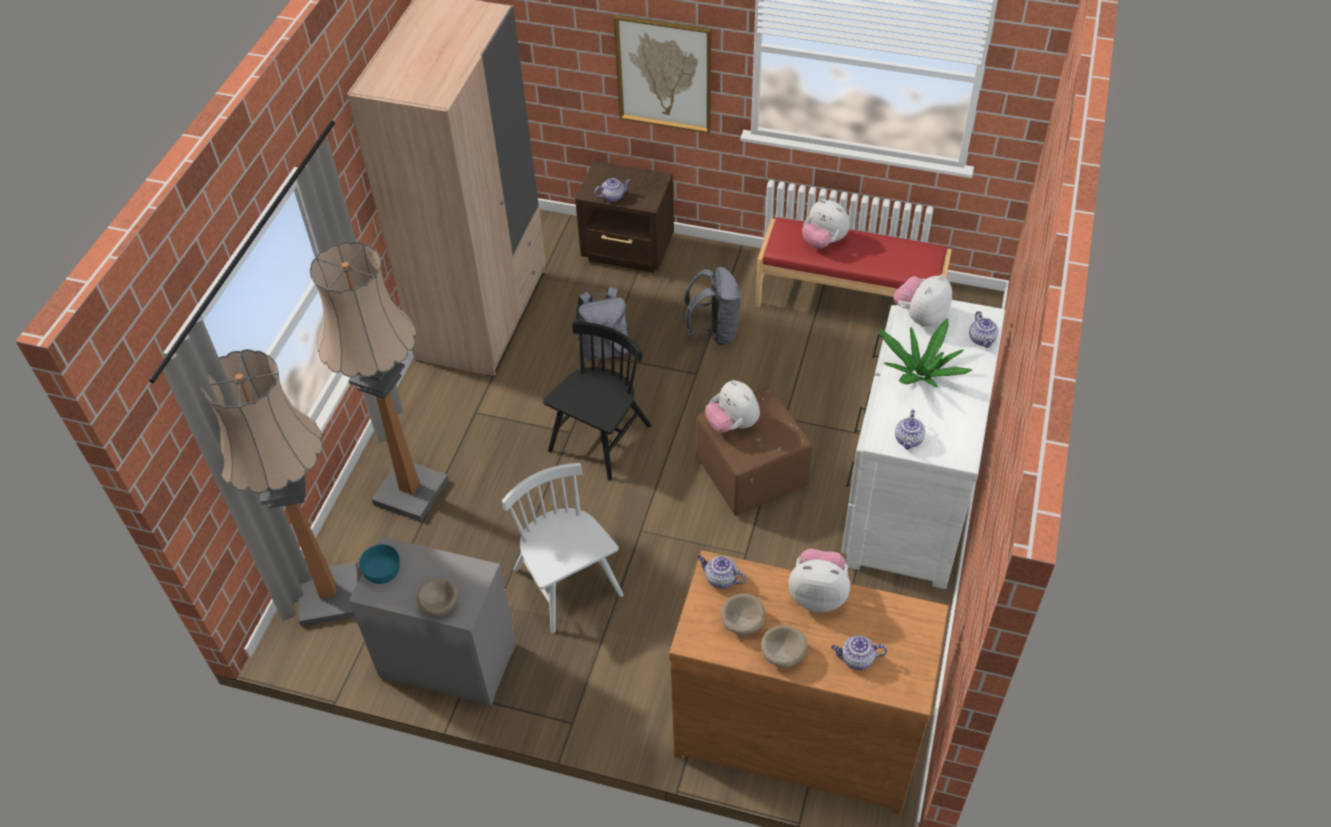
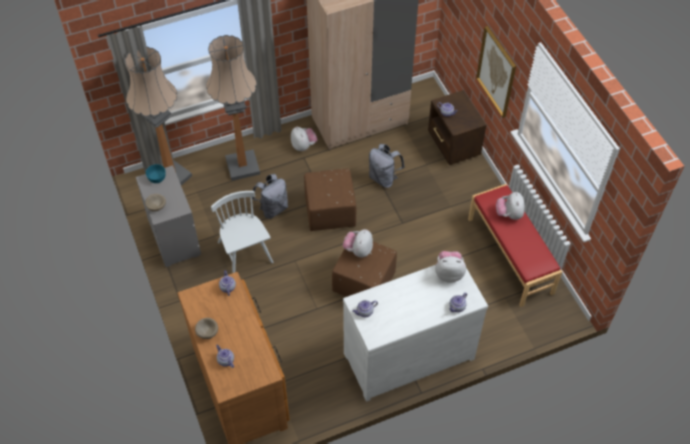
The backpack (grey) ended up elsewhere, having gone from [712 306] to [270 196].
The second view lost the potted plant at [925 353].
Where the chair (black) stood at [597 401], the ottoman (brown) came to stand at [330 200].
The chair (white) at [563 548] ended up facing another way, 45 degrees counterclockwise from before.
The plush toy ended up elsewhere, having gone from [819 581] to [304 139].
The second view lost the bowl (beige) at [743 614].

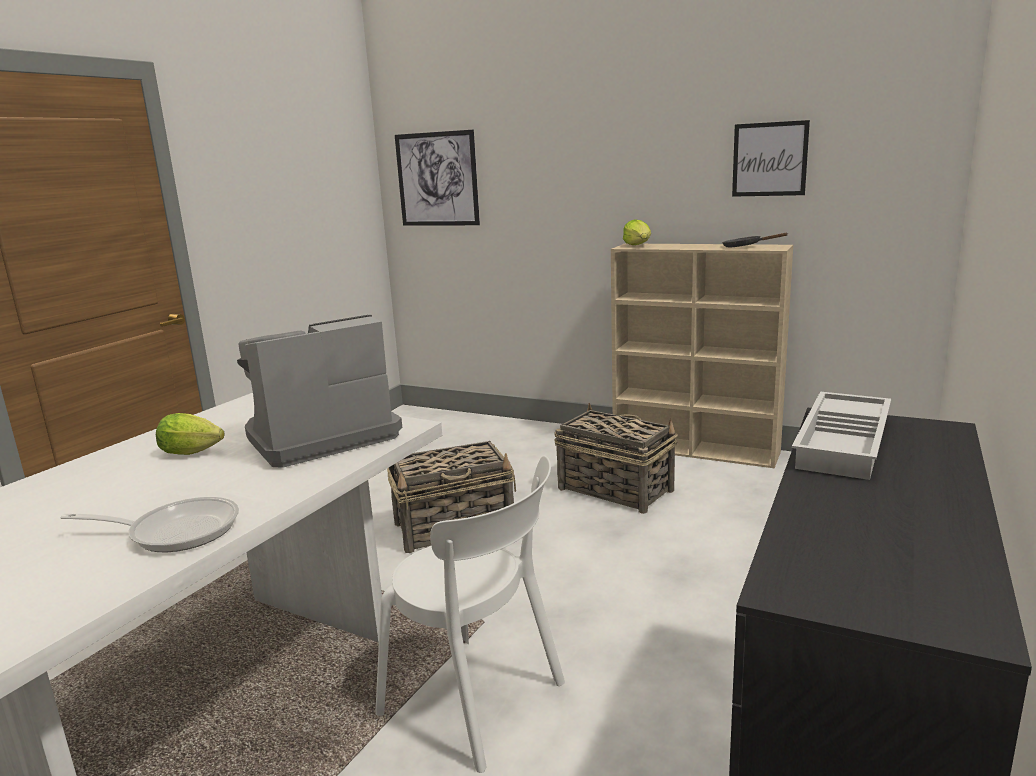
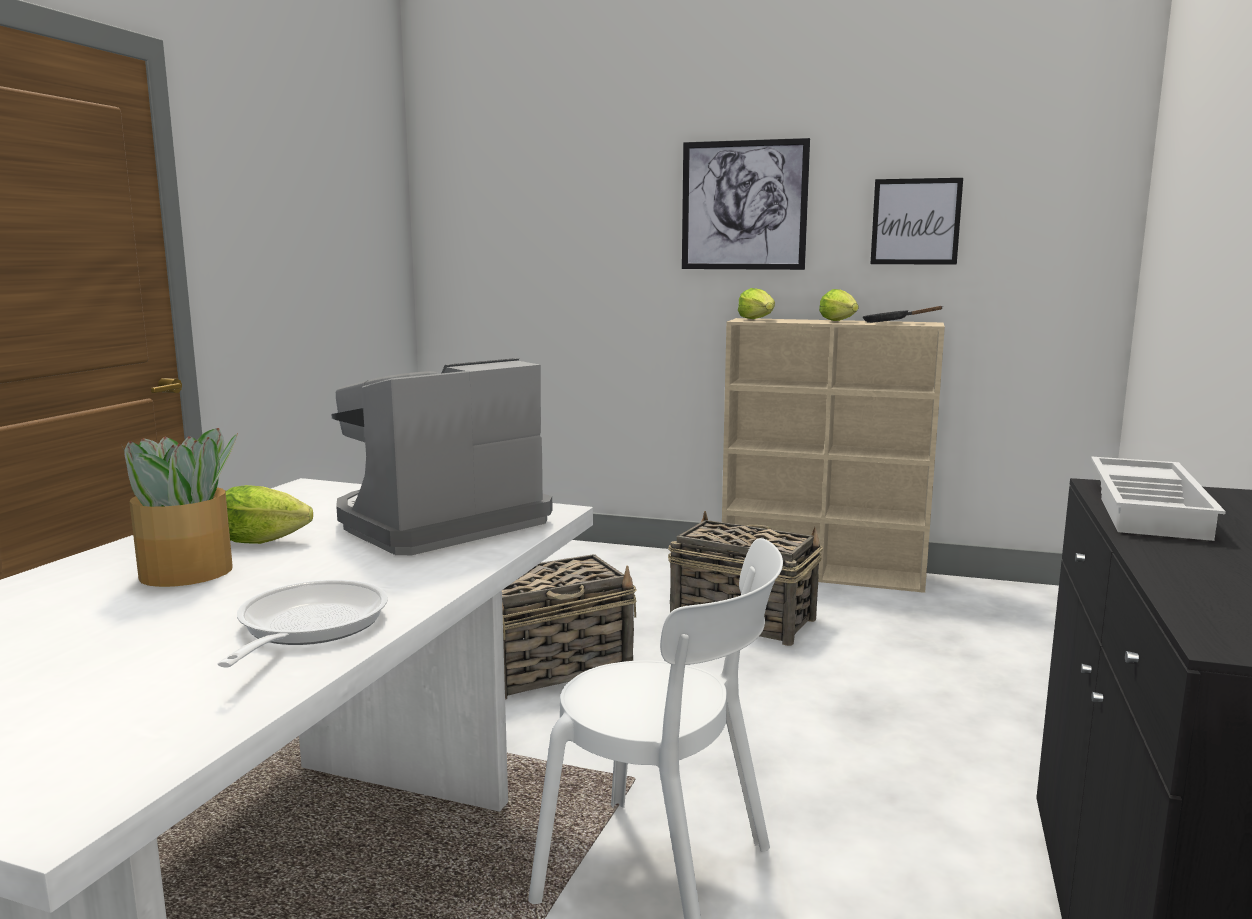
The picture ended up elsewhere, having gone from [437 178] to [746 204].
The frying pan at [149 524] ended up facing another way, 75 degrees counterclockwise from before.
The second view gained the lettuce at [839 305].
The second view gained the potted plant at [180 507].

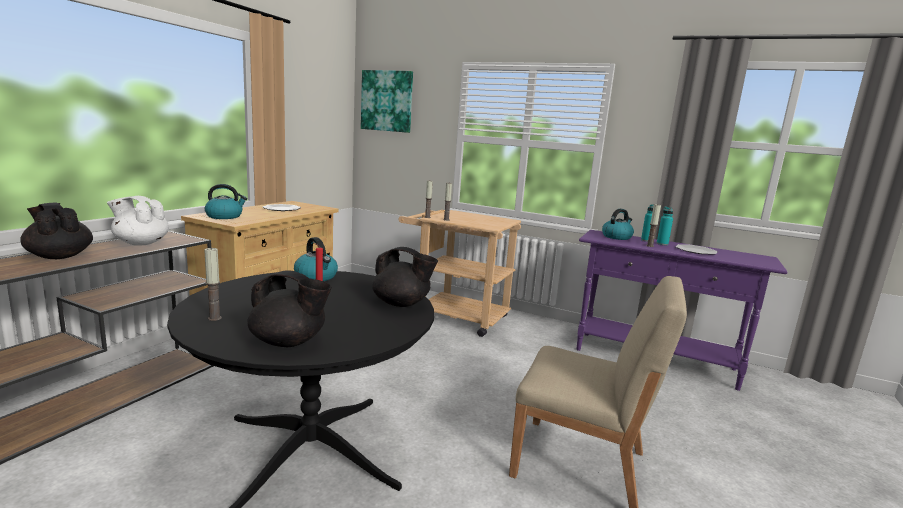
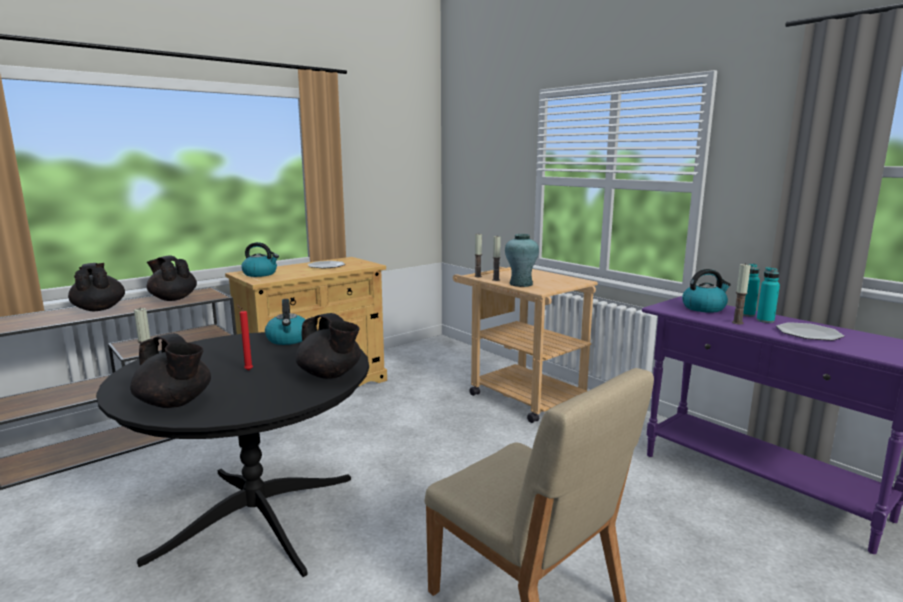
The second view lost the picture at [387 101].
What was the teapot (white) at [138 221] turned into the teapot (black) at [172 278].
The second view gained the vase (turquoise) at [522 260].

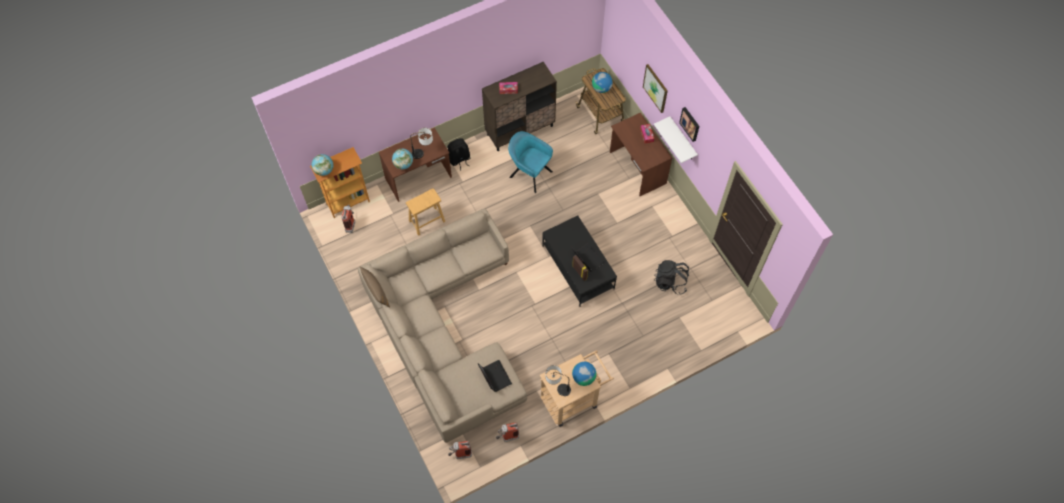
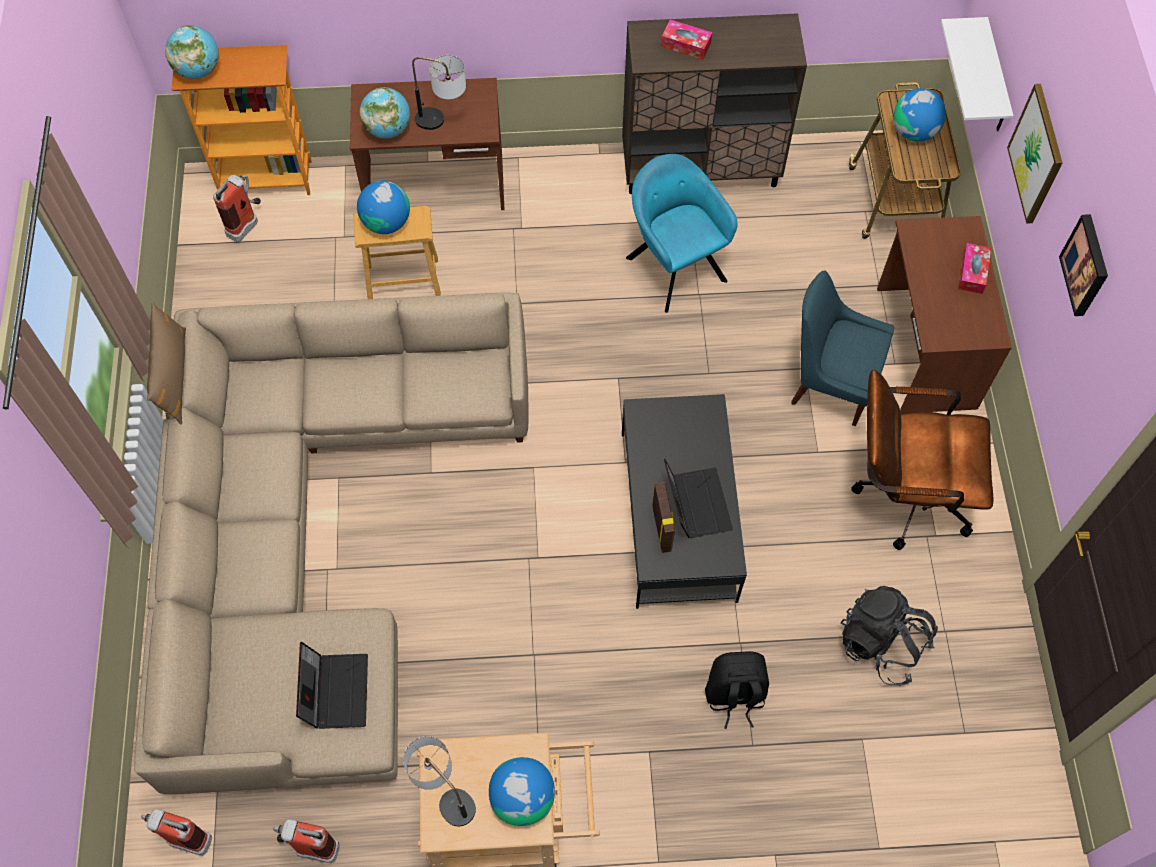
The shelf (white) ended up elsewhere, having gone from [676 139] to [977 74].
The backpack (black) ended up elsewhere, having gone from [459 154] to [737 690].
The second view gained the globe at [383 207].
The second view gained the chair (blue) at [842 348].
The second view gained the office chair (brown) at [922 460].

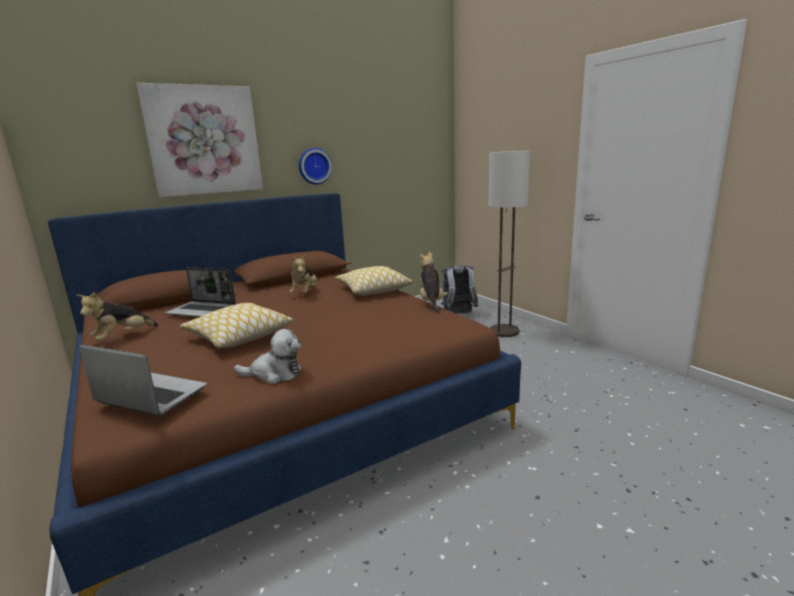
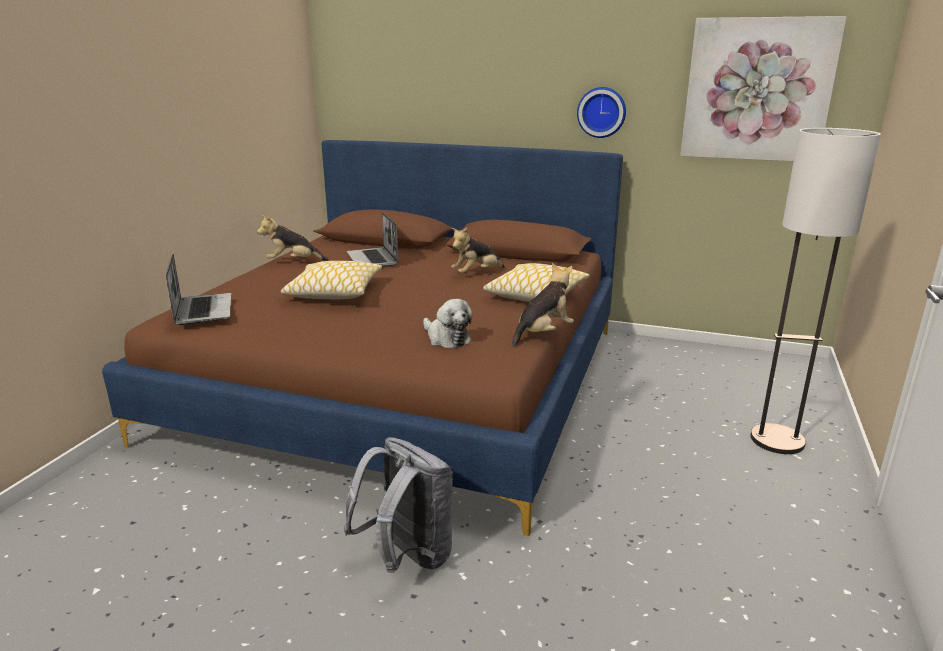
The picture ended up elsewhere, having gone from [199 140] to [763 88].
The backpack (grey) ended up elsewhere, having gone from [460 289] to [398 505].
The plush toy ended up elsewhere, having gone from [267 356] to [448 323].

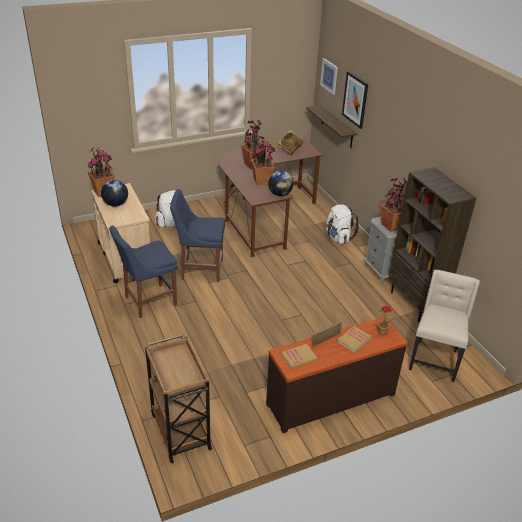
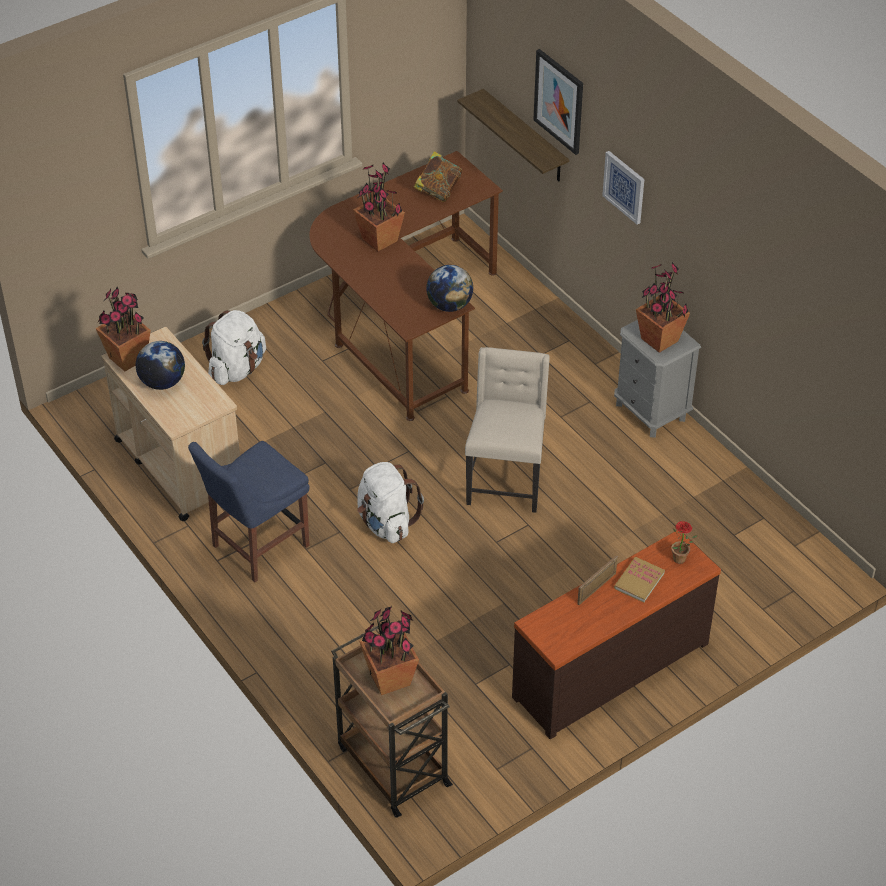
The picture ended up elsewhere, having gone from [329 76] to [623 188].
The potted plant ended up elsewhere, having gone from [263 161] to [389 650].
The second view lost the bookcase (brown) at [433 244].
The second view lost the chair (blue) at [197 235].
The backpack (white) ended up elsewhere, having gone from [342 224] to [390 502].
The chair (beige) ended up elsewhere, having gone from [444 326] to [507 430].
The second view lost the book at [299 356].

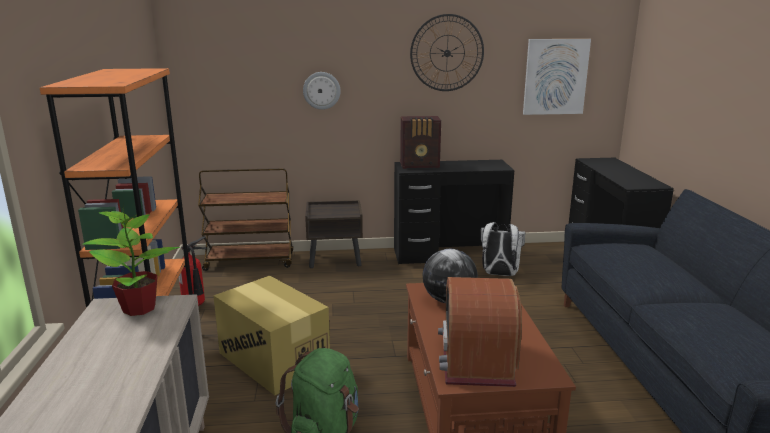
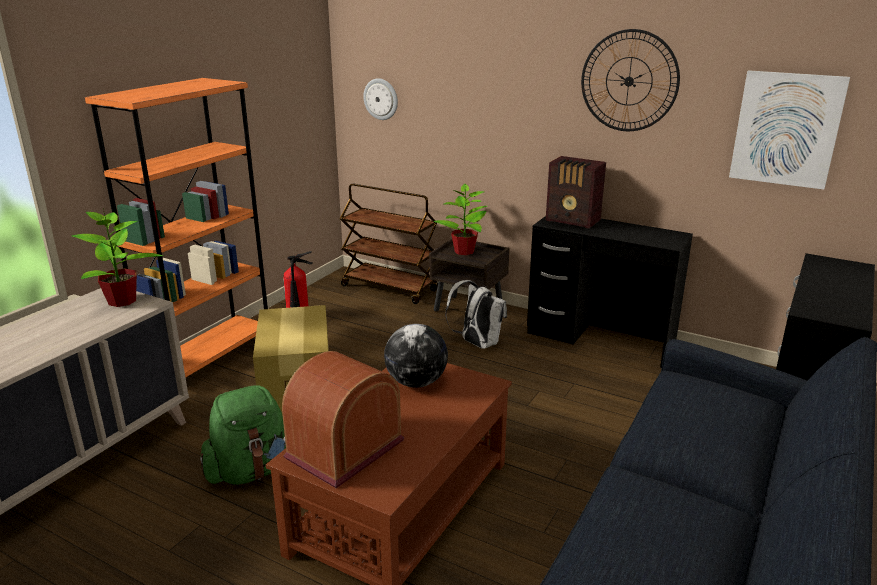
The wall clock ended up elsewhere, having gone from [322 91] to [380 99].
The backpack (white) ended up elsewhere, having gone from [503 249] to [476 314].
The second view gained the potted plant at [460 219].

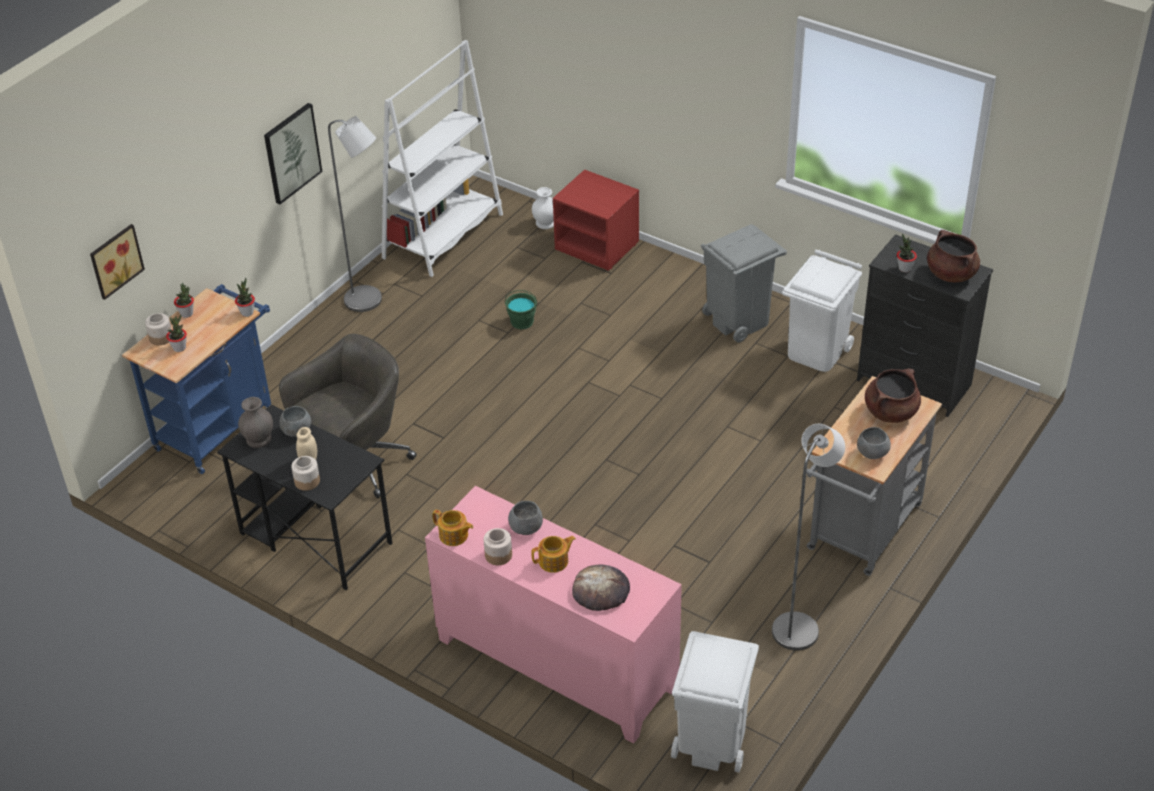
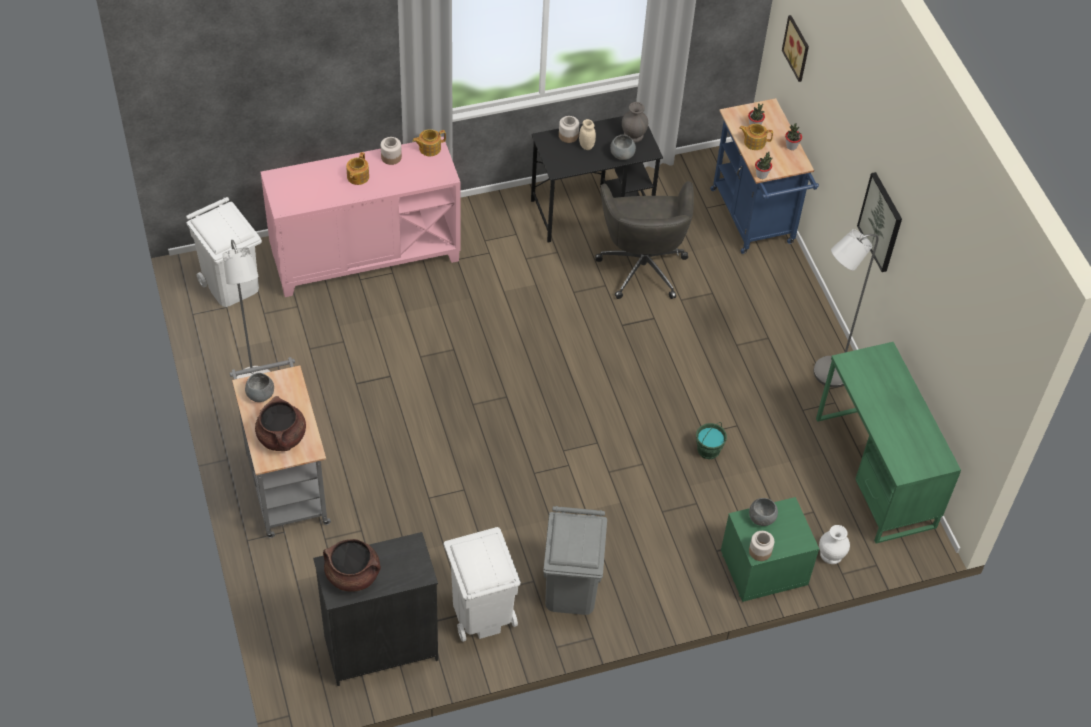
Where the bookcase (white) stood at [442 158], the desk (green) came to stand at [888 442].
What was the nightstand (red) at [596 220] turned into the nightstand (green) at [770 549].
The second view lost the potted plant at [907 253].
The jar ended up elsewhere, having gone from [158 329] to [761 546].
The bowl (grey) ended up elsewhere, having gone from [525 518] to [763 512].
The second view lost the bread at [601 588].
The second view gained the teapot at [756 137].

